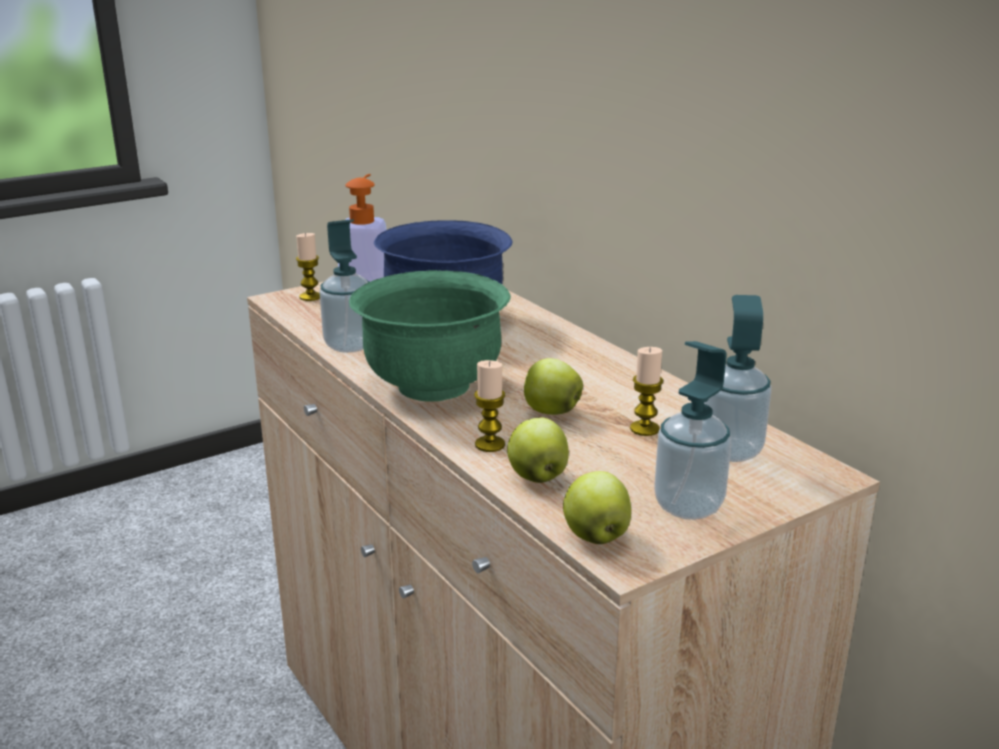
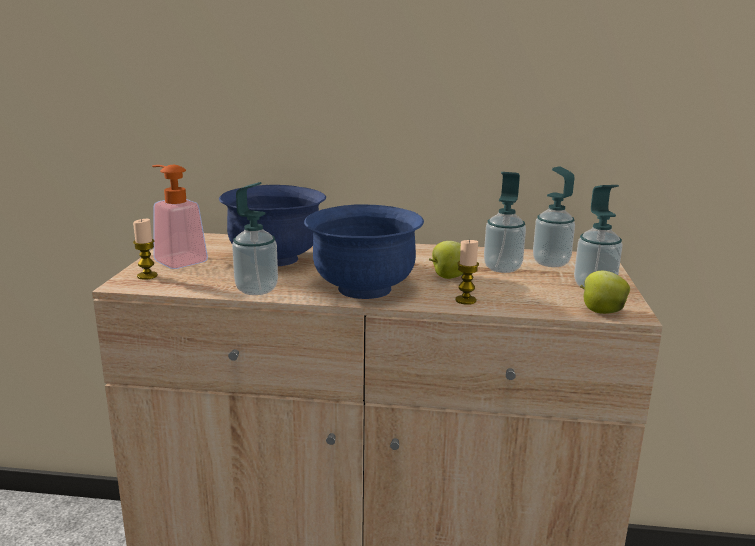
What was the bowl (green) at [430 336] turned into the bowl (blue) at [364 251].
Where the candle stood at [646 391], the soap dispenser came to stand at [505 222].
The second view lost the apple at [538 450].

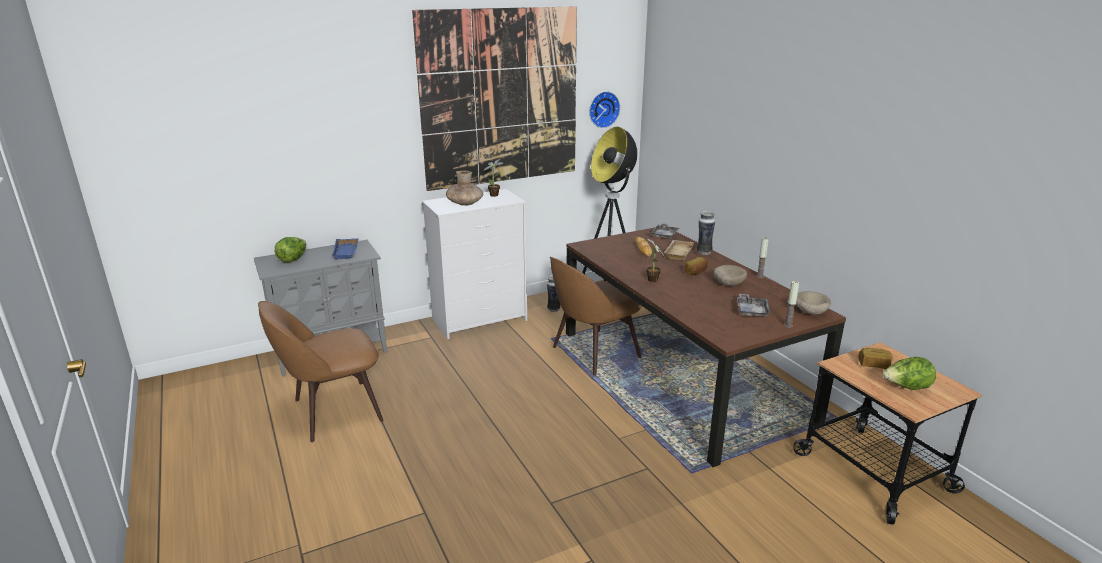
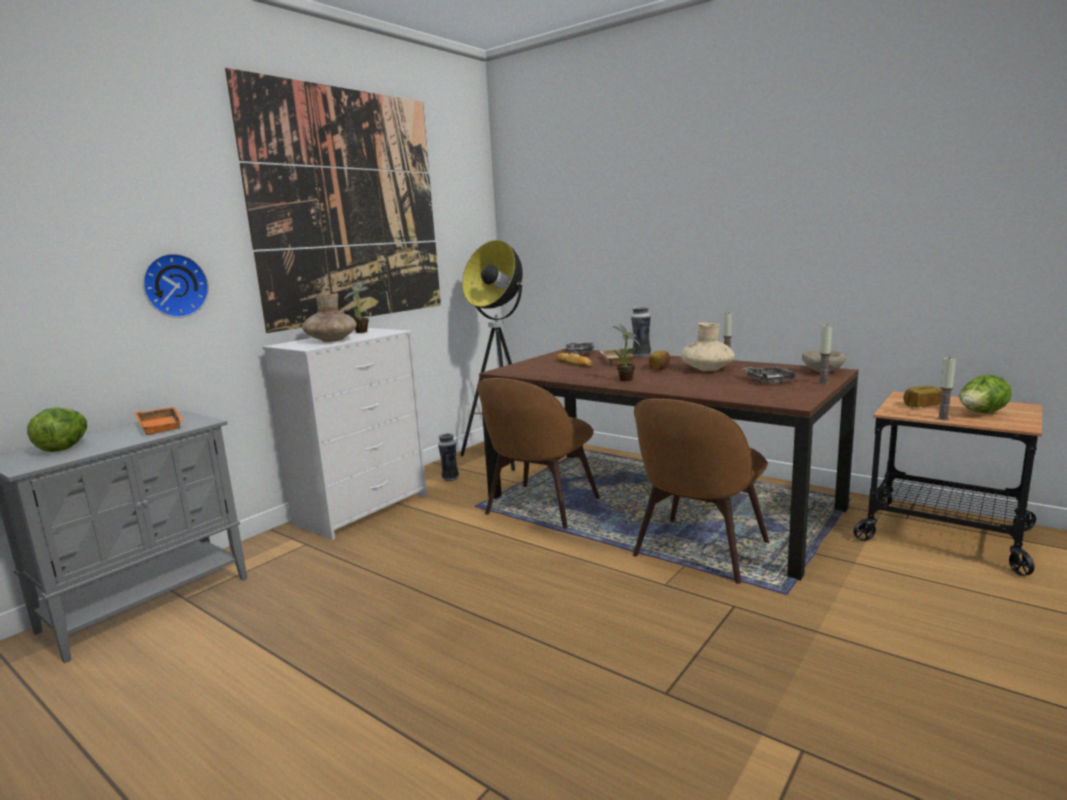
The wall clock ended up elsewhere, having gone from [604 109] to [175 285].
What was the tray (blue) at [345 249] turned into the tray (orange) at [159 421].
Where the bowl (beige) stood at [730 275], the vase (beige) came to stand at [708 347].
The chair (brown) ended up elsewhere, having gone from [321 371] to [701 491].
The second view gained the candle at [946 389].

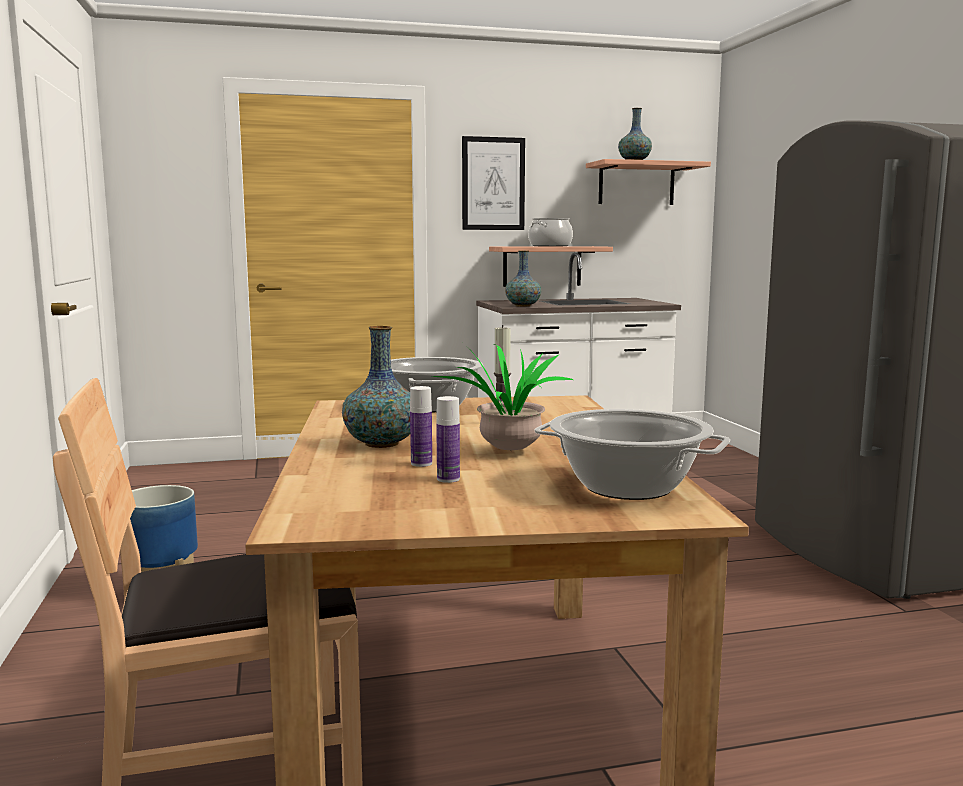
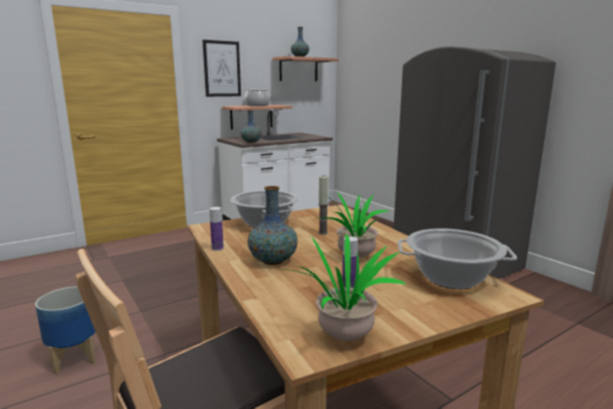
The bottle ended up elsewhere, having gone from [421 426] to [217 229].
The second view gained the potted plant at [345 287].

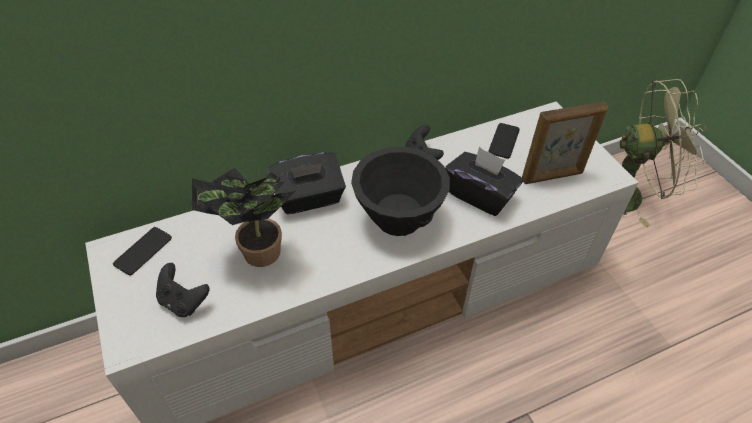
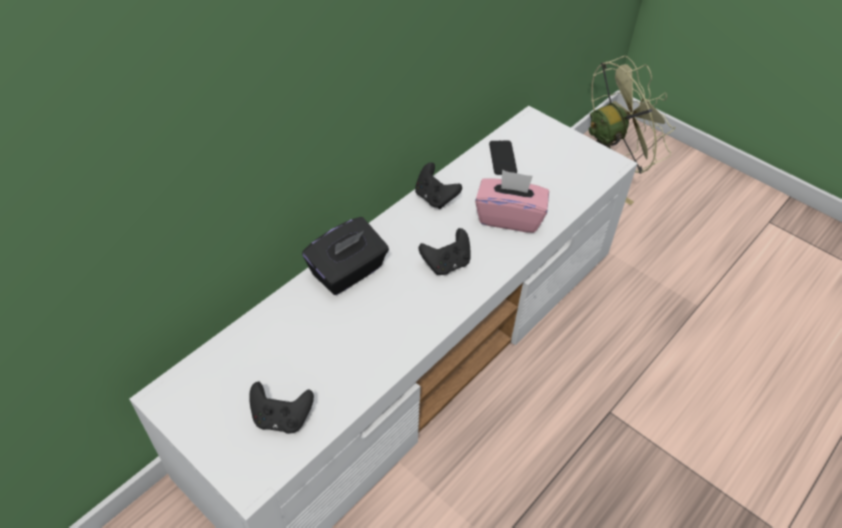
The second view lost the picture frame at [565 142].
Where the bowl (black) stood at [400 191], the game controller (black) came to stand at [444 251].
What was the tissue box (black) at [484 181] turned into the tissue box (pink) at [512 201].
The second view lost the potted plant at [244 217].
The second view lost the phone at [142 251].

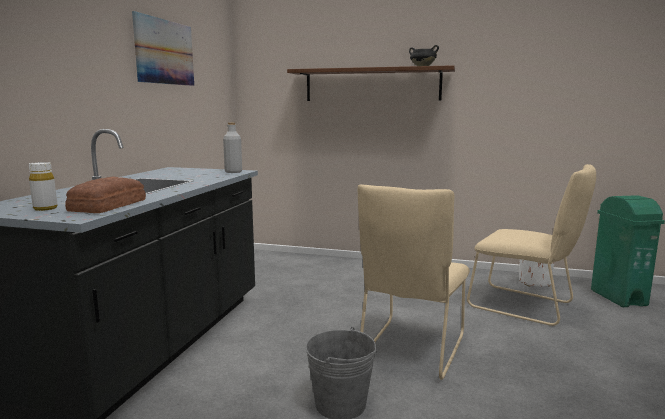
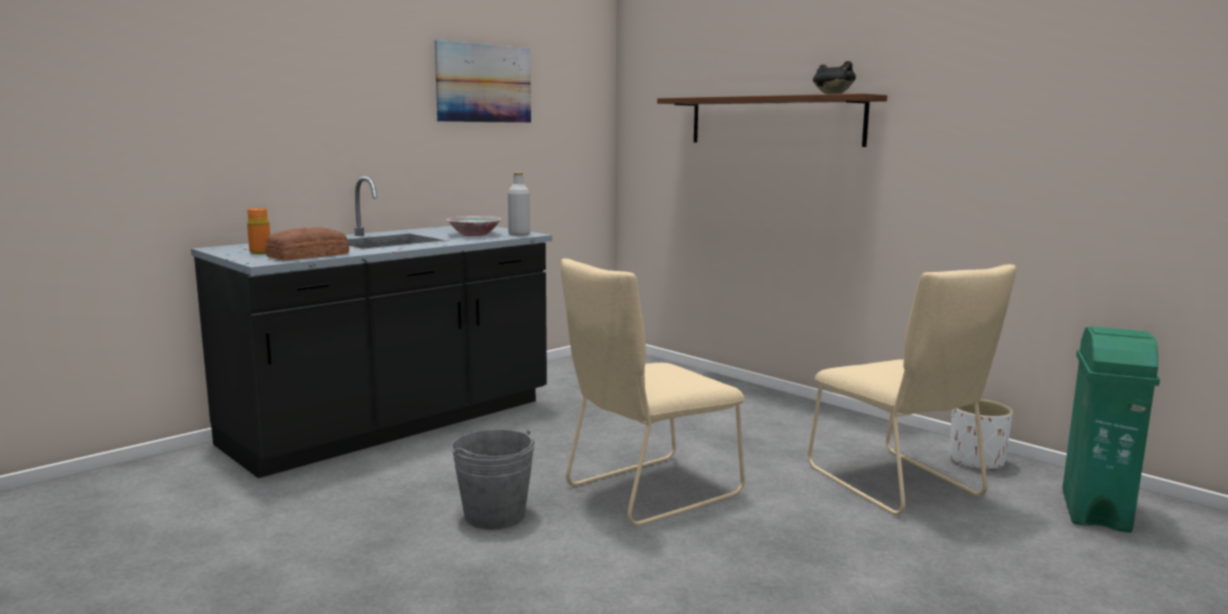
What was the bottle (white) at [43 186] turned into the bottle (orange) at [258 231].
The second view gained the bowl at [474 226].

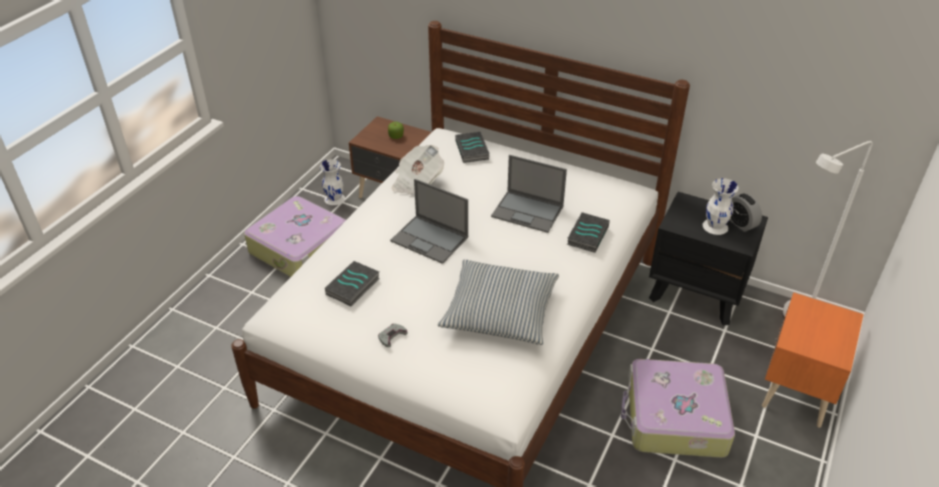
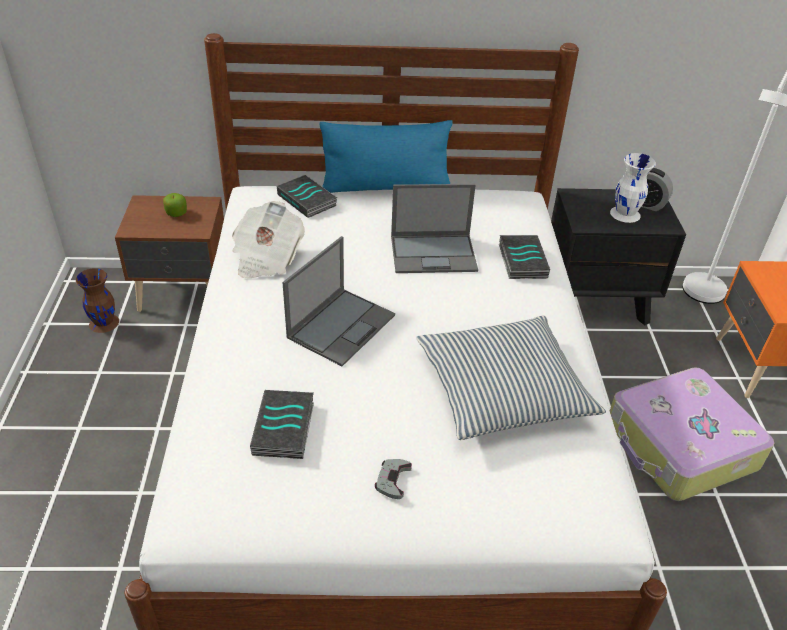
What was the vase (white) at [332 182] turned into the vase (brown) at [97 300].
The laptop at [429 221] ended up facing another way, 60 degrees counterclockwise from before.
The second view lost the suitcase at [295 236].
The second view gained the pillow (blue) at [386 156].

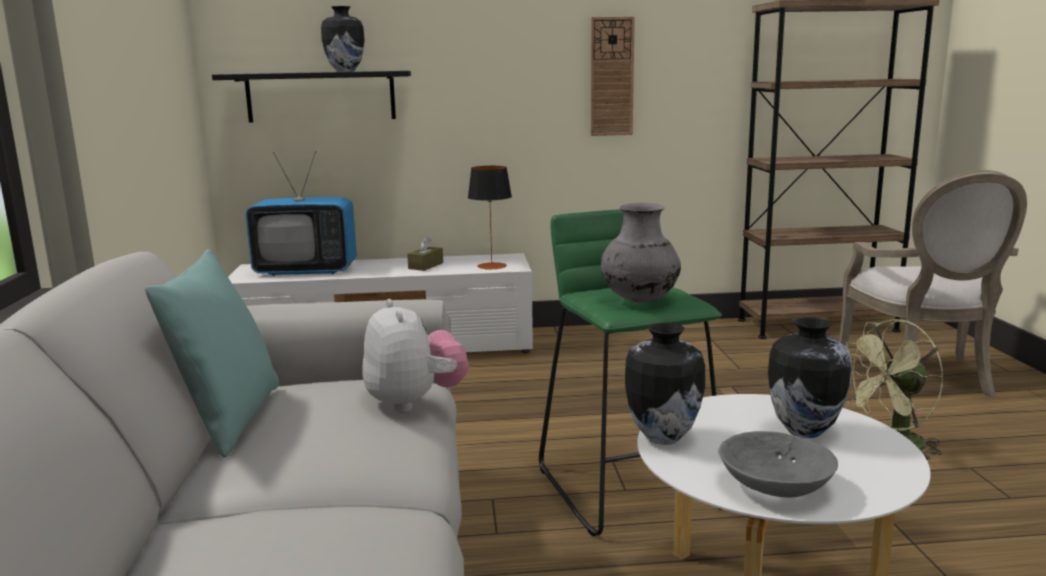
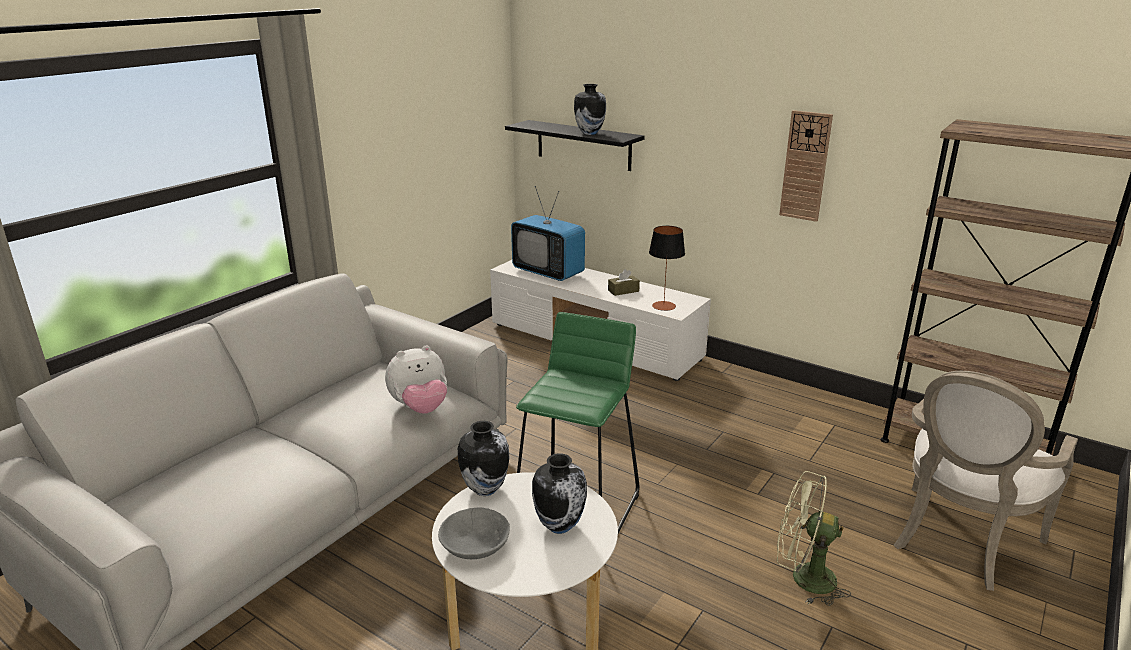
The second view lost the vase (grey) at [641 253].
The second view lost the pillow (turquoise) at [212 353].
The plush toy at [415 356] ended up facing another way, 45 degrees clockwise from before.

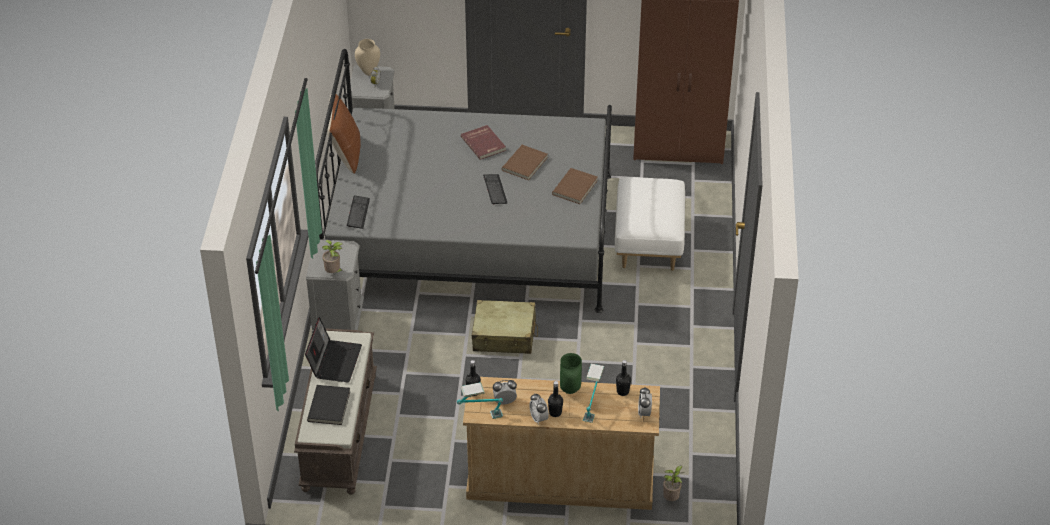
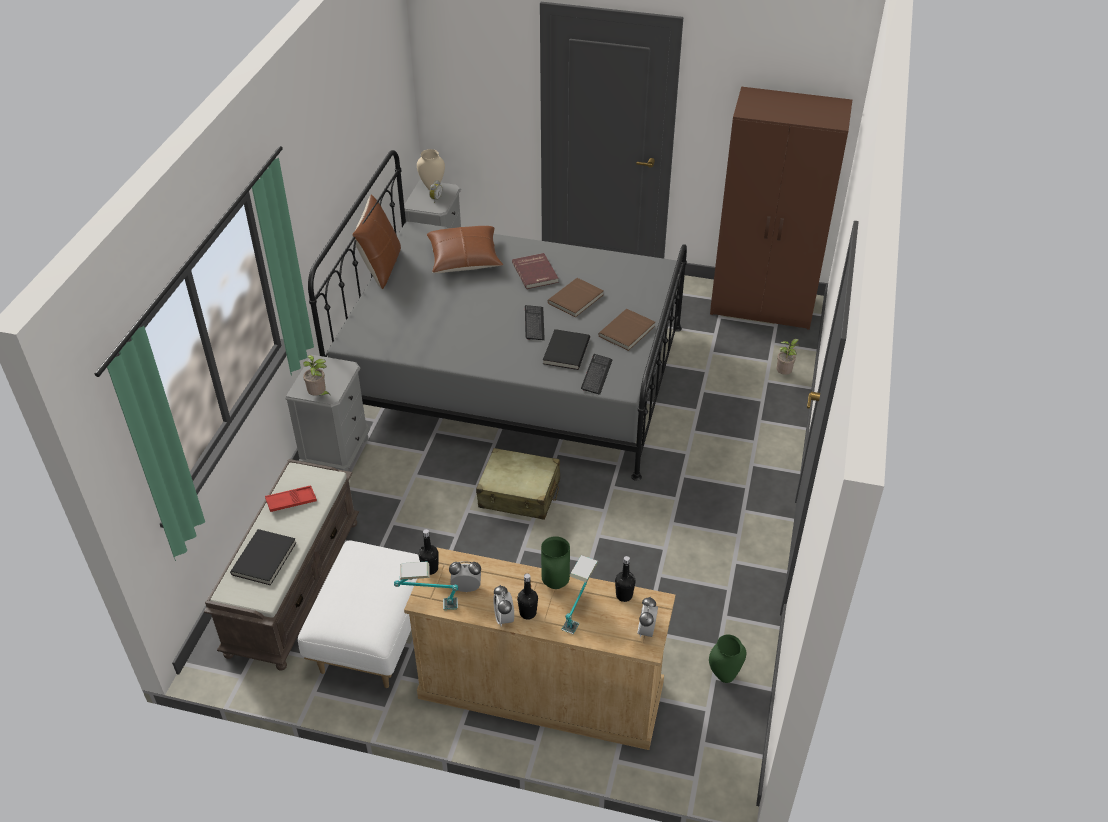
The ottoman (white) ended up elsewhere, having gone from [650 224] to [359 614].
The keyboard ended up elsewhere, having gone from [358 212] to [597 374].
Where the laptop stood at [333 350], the tray (red) came to stand at [291 498].
The potted plant ended up elsewhere, having gone from [672 483] to [788 357].
The second view gained the pillow (brown) at [465 249].
The second view gained the book (black) at [566 349].
The second view gained the vase (green) at [727 659].

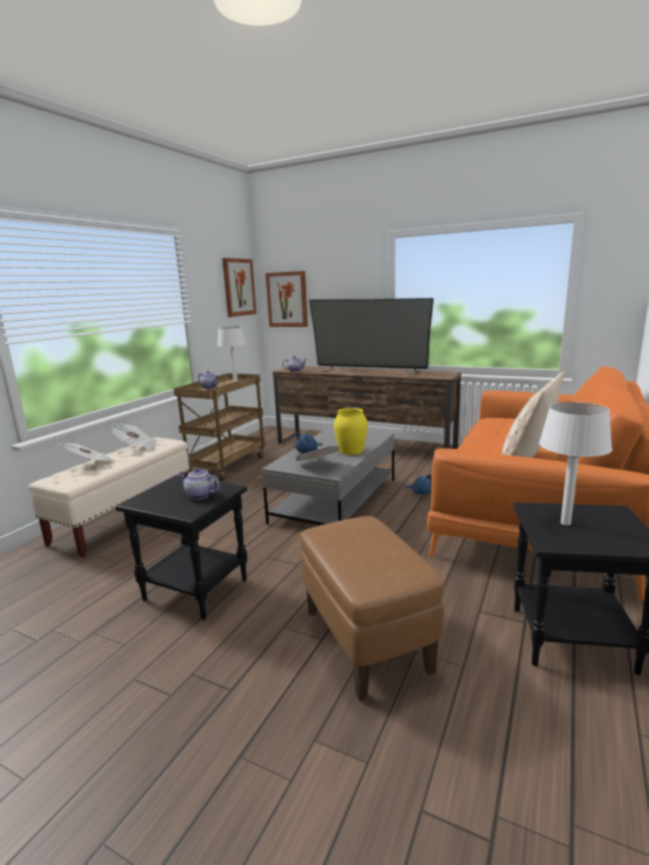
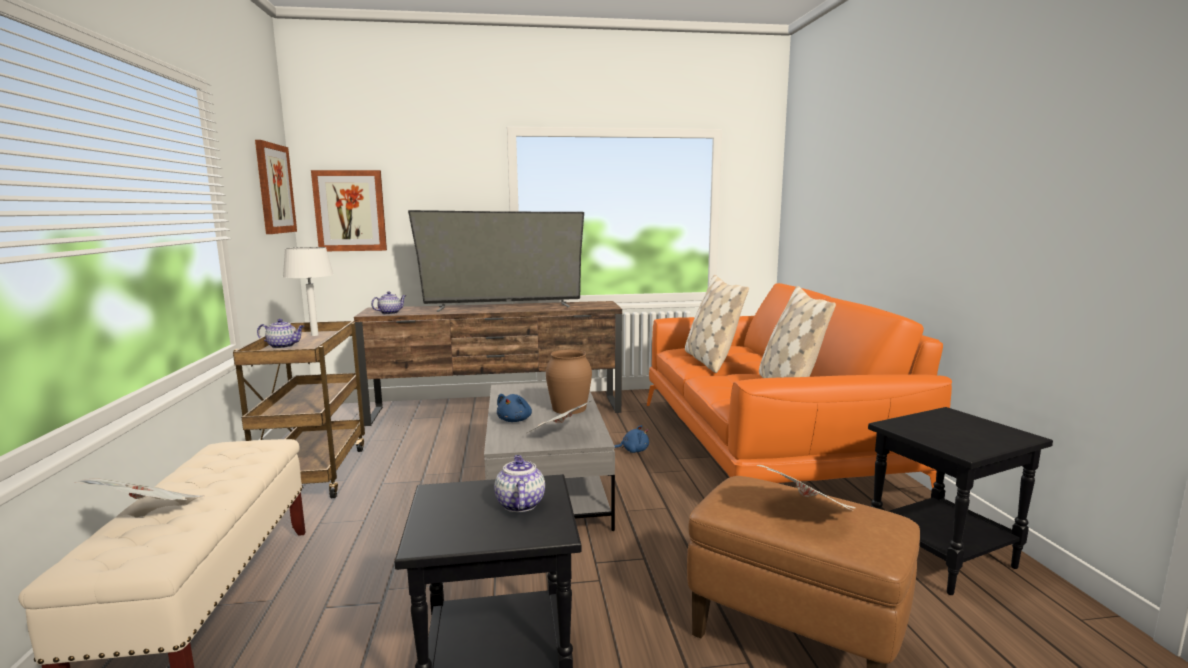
The second view lost the table lamp (white) at [575 463].
What was the vase (yellow) at [351 431] turned into the vase (brown) at [569 382].
The newspaper ended up elsewhere, having gone from [134 436] to [806 488].
The teapot at [199 484] ended up facing another way, 90 degrees clockwise from before.
The second view gained the pillow (beige) at [717 324].

